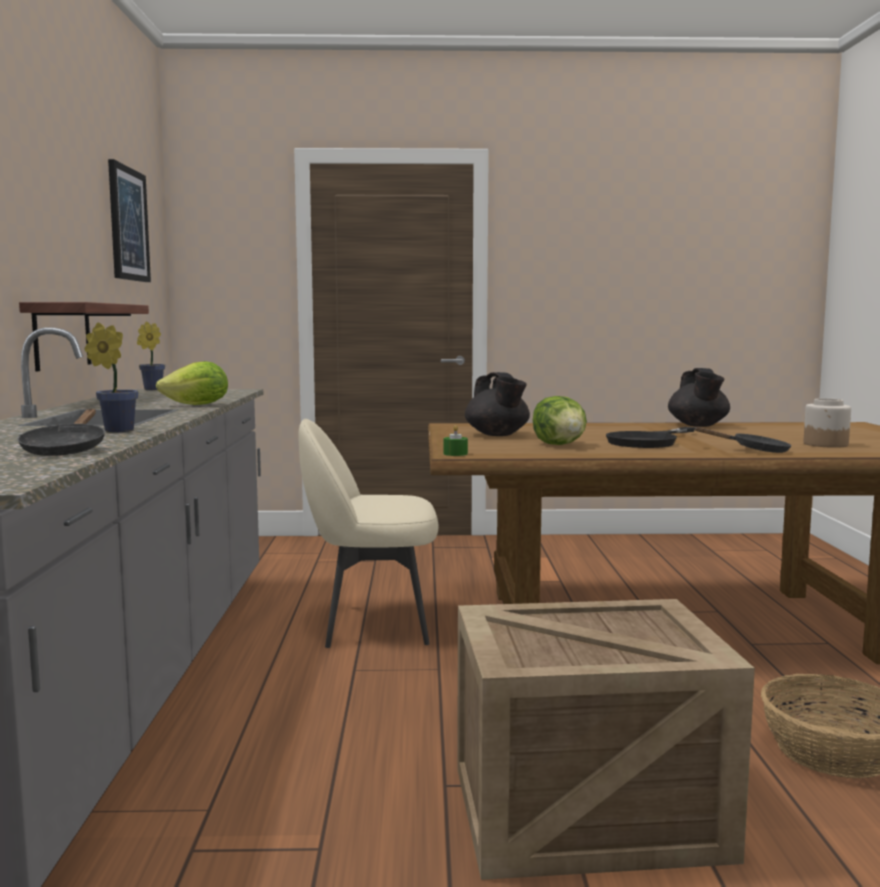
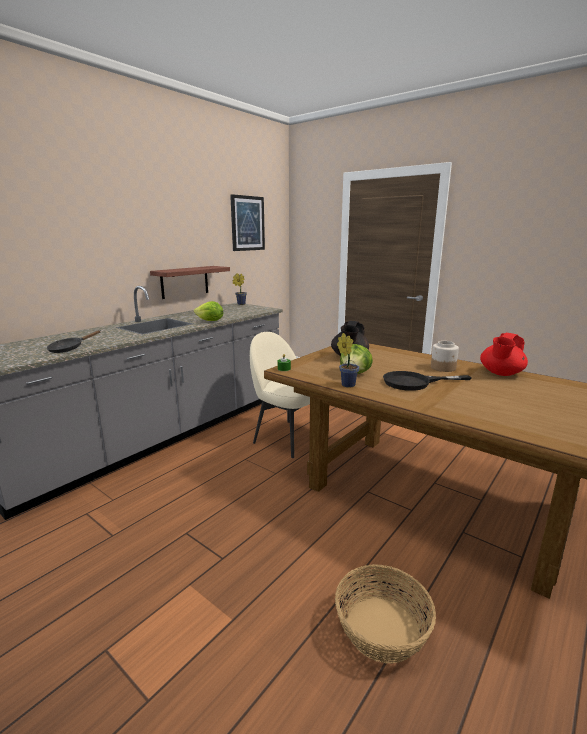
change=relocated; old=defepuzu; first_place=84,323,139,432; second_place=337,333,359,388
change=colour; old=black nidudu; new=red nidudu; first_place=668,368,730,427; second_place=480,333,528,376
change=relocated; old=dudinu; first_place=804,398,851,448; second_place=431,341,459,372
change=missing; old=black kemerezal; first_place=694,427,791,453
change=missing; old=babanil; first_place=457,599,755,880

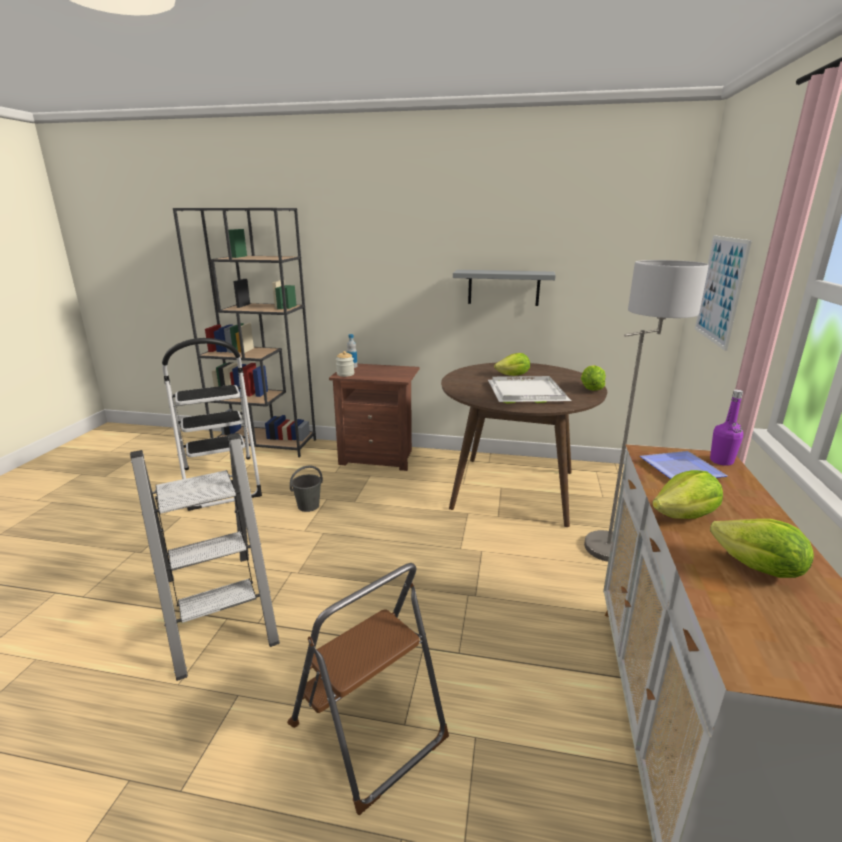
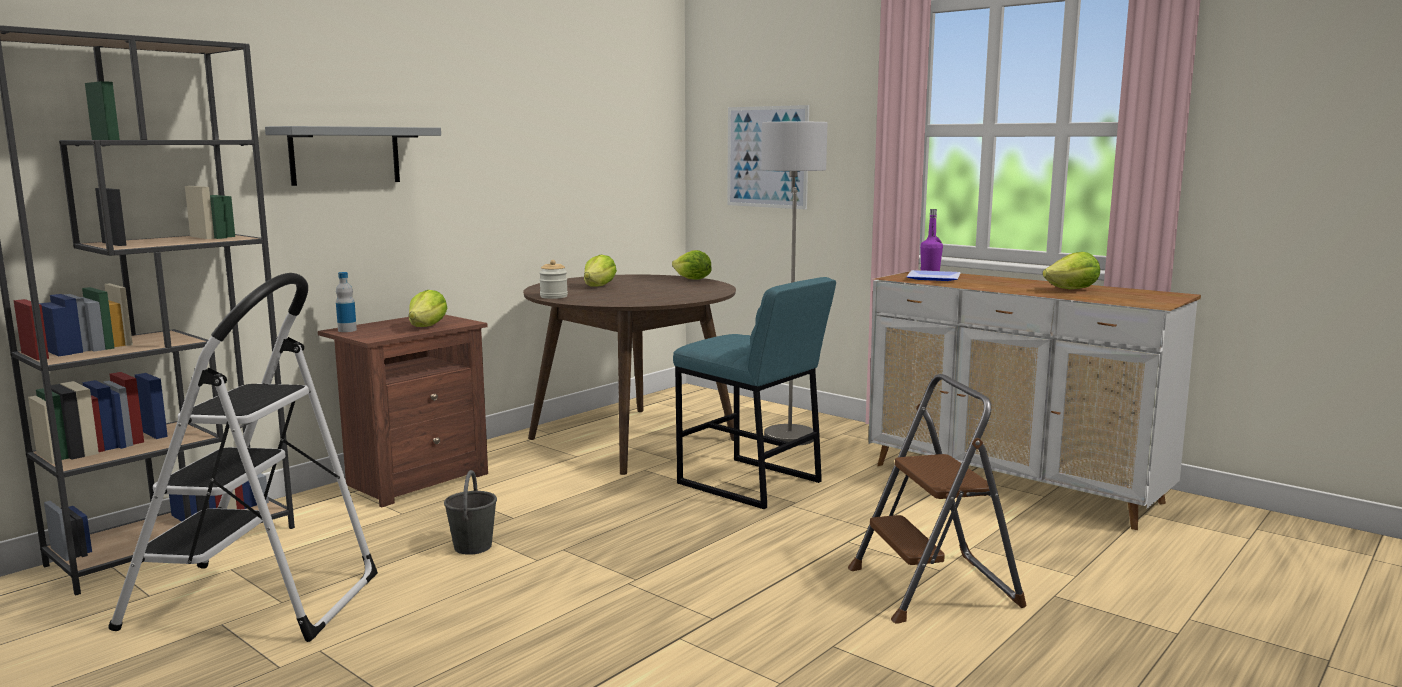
change=relocated; old=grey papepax; first_place=453,270,556,306; second_place=265,126,441,186
change=relocated; old=dudinu; first_place=336,351,354,377; second_place=539,260,568,299
change=missing; old=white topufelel; first_place=488,376,571,404
change=missing; old=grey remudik; first_place=130,433,280,681
change=relocated; old=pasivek; first_place=652,470,723,519; second_place=409,290,448,327
change=appeared; new=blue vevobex; second_place=673,277,836,509

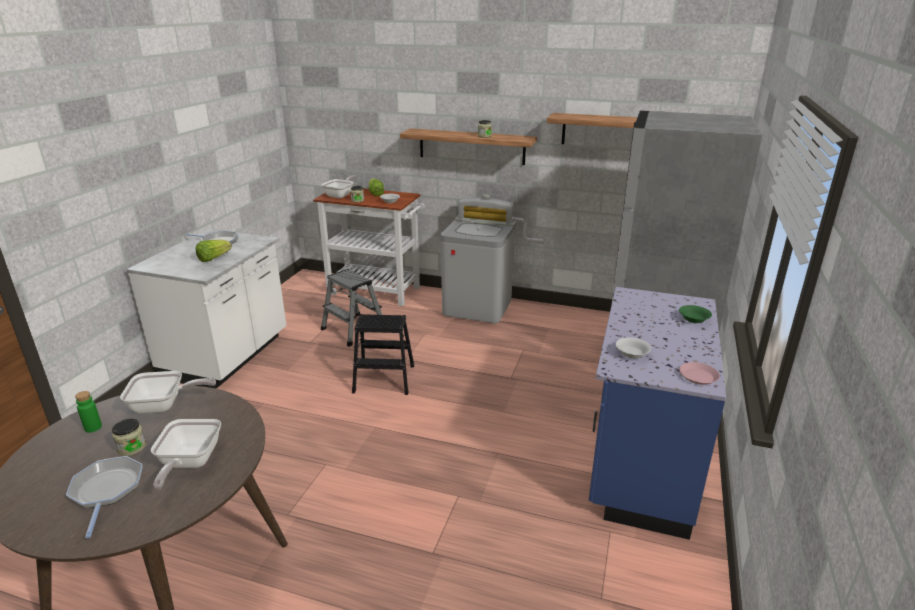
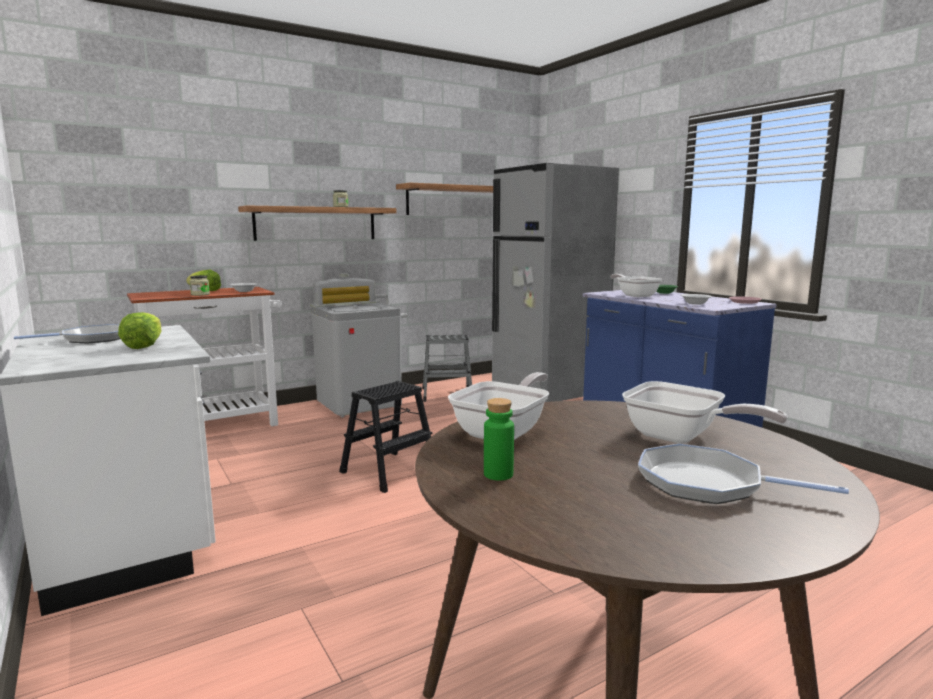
change=relocated; old=kemerezal; first_place=321,175,357,198; second_place=610,274,662,297
change=relocated; old=grey remudik; first_place=321,269,382,347; second_place=422,334,472,402
change=missing; old=dudinu; first_place=112,419,146,456

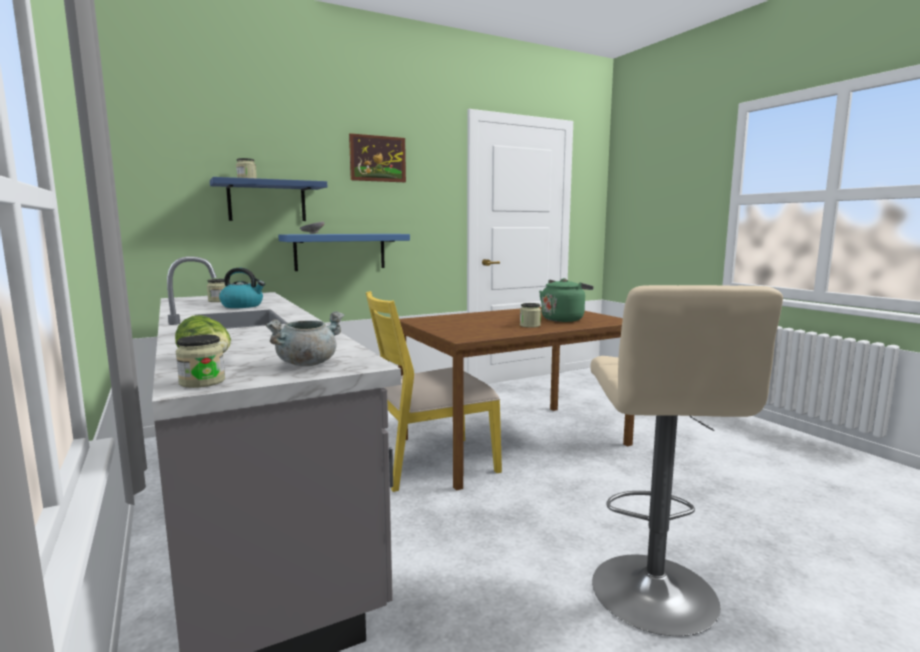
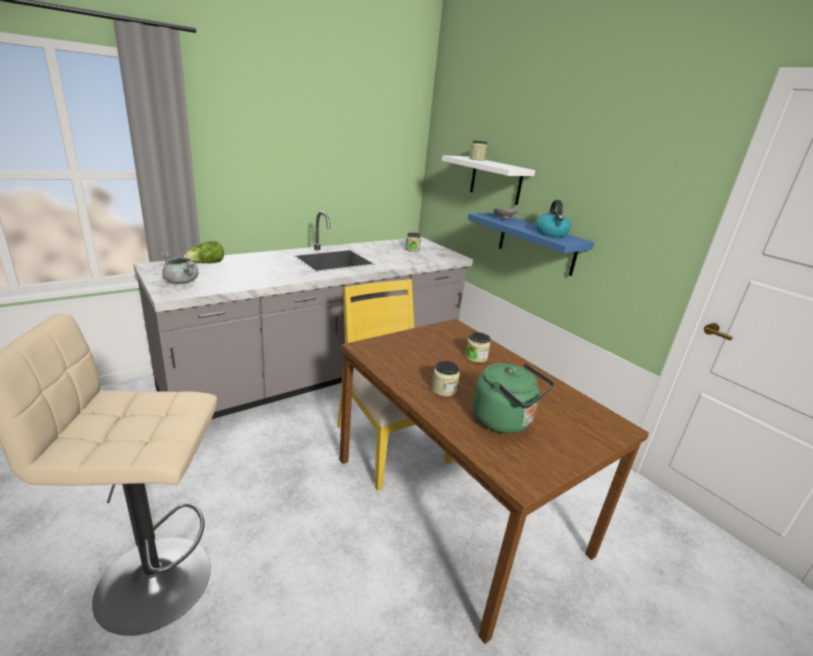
change=missing; old=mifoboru; first_place=349,133,406,182
change=colour; old=blue papepax; new=white papepax; first_place=210,177,327,221; second_place=442,155,535,205
change=relocated; old=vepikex; first_place=219,268,265,308; second_place=535,200,571,237
change=relocated; old=dudinu; first_place=176,335,225,388; second_place=465,332,491,363

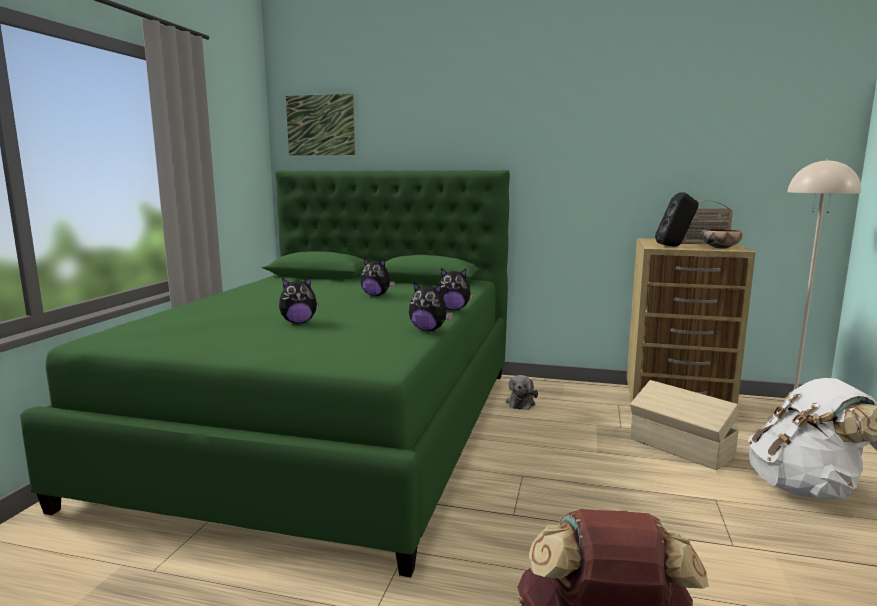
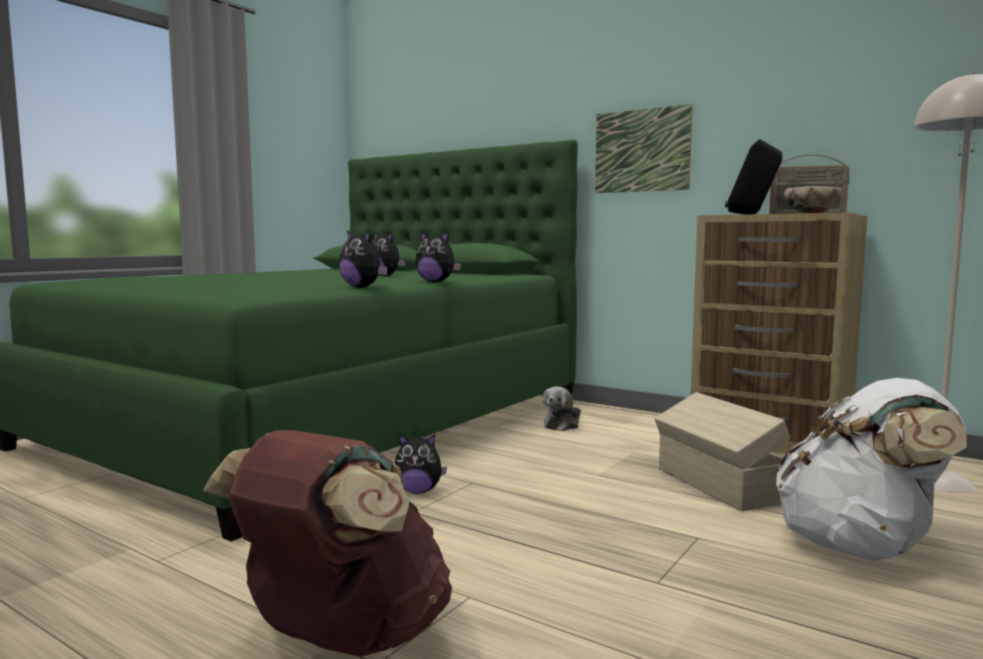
change=relocated; old=mifoboru; first_place=286,94,355,156; second_place=595,104,693,193
change=relocated; old=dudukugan; first_place=279,277,319,323; second_place=395,434,447,494

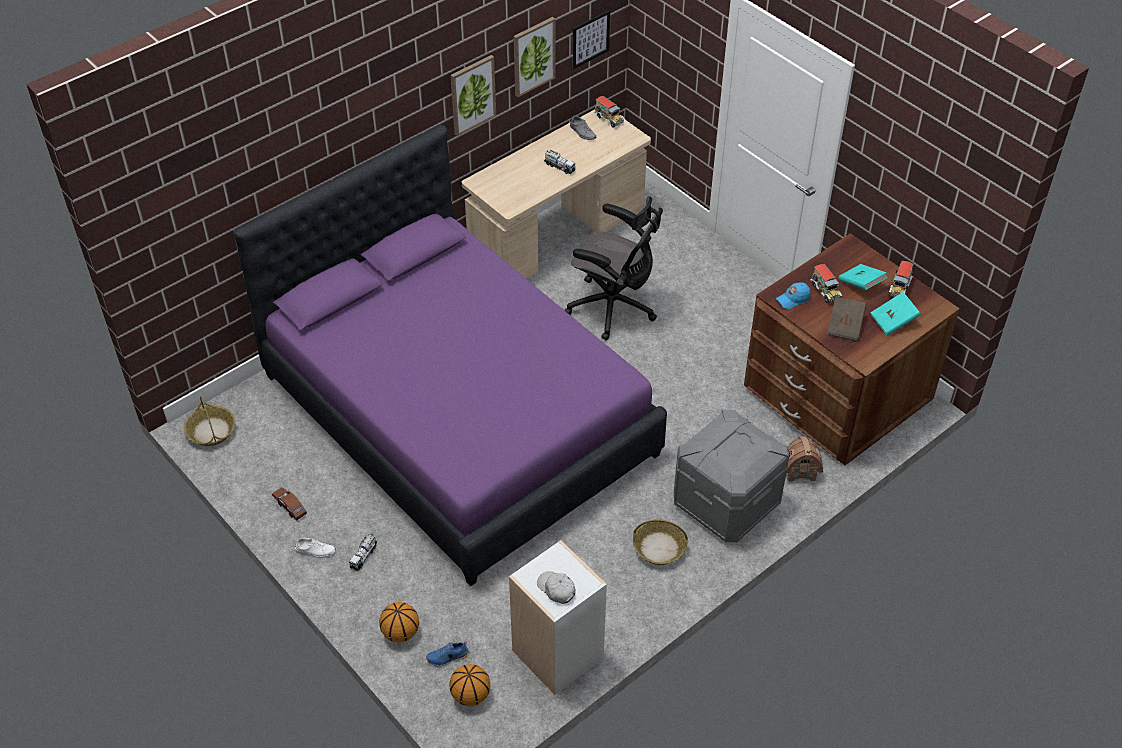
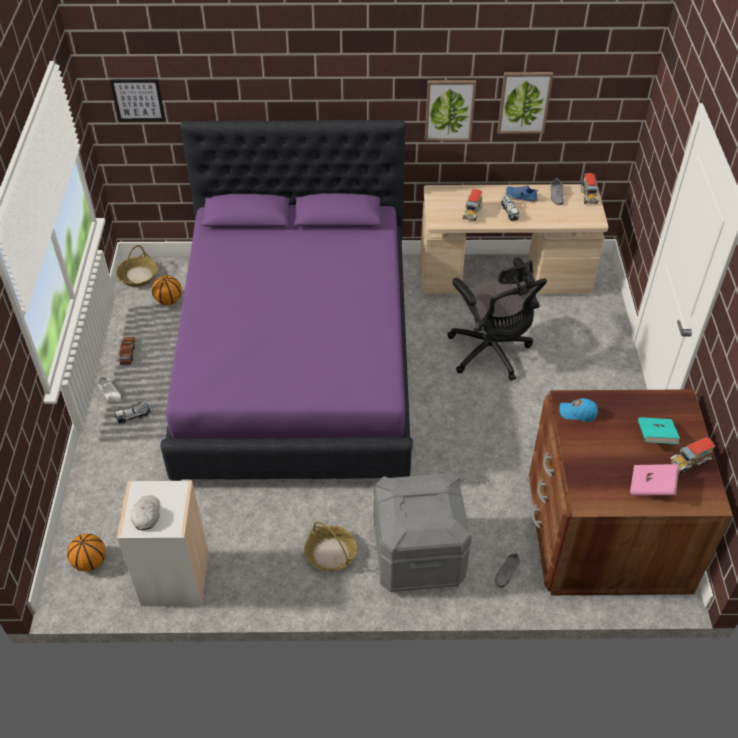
change=relocated; old=mifoboru; first_place=573,10,610,69; second_place=110,79,165,121
change=relocated; old=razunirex; first_place=810,264,842,303; second_place=463,189,483,221
change=colour; old=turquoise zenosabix; new=pink zenosabix; first_place=870,292,921,336; second_place=630,464,679,495
change=missing; old=brown zenosabix; first_place=827,297,866,341
change=exchanged; old=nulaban; new=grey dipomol; first_place=786,436,823,483; second_place=495,553,520,588
change=relocated; old=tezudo; first_place=379,602,419,642; second_place=152,275,182,305
change=relocated; old=blue dipomol; first_place=426,641,469,666; second_place=506,185,538,203

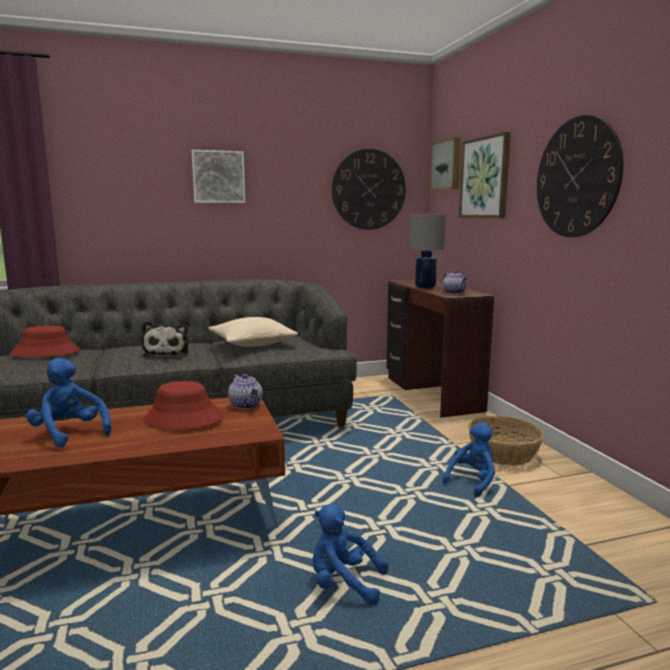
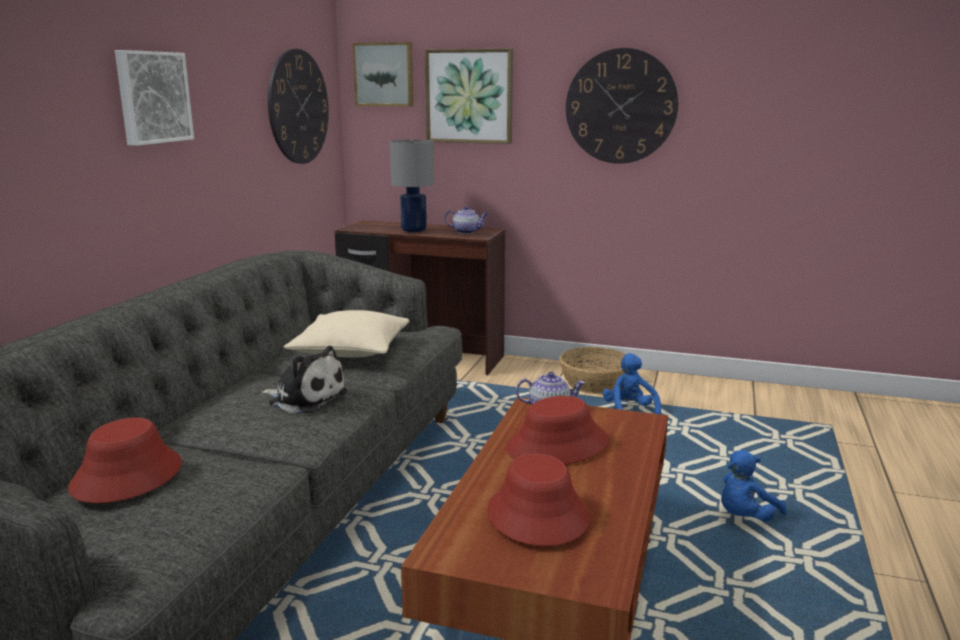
change=exchanged; old=blue dudukugan; new=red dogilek; first_place=26,358,111,448; second_place=487,454,590,546

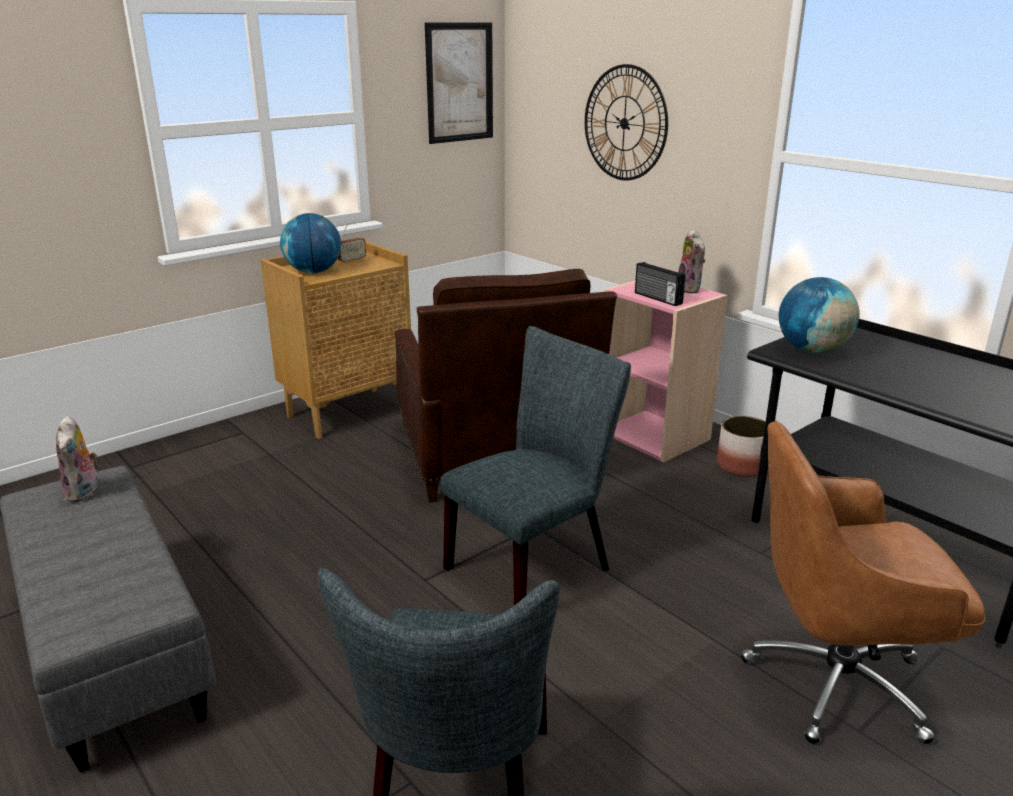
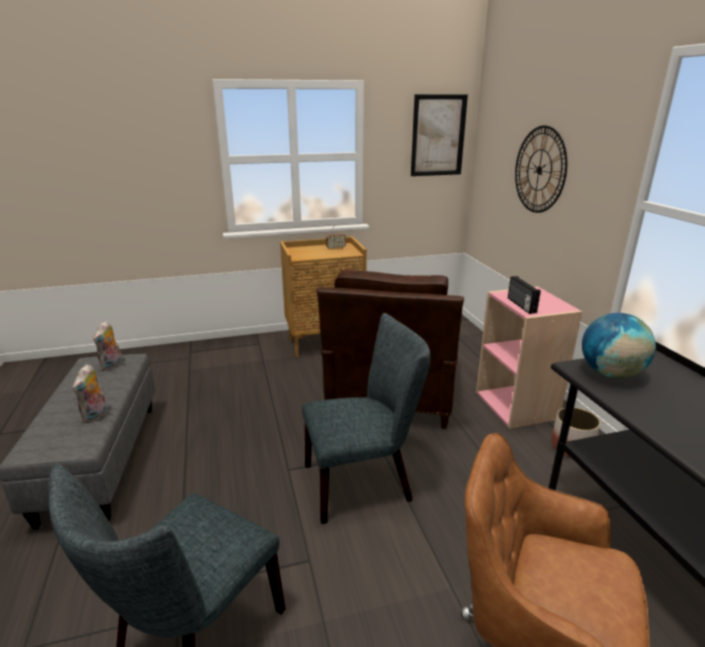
change=missing; old=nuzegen; first_place=280,213,341,273
change=relocated; old=dudukugan; first_place=678,229,705,293; second_place=72,364,108,423

